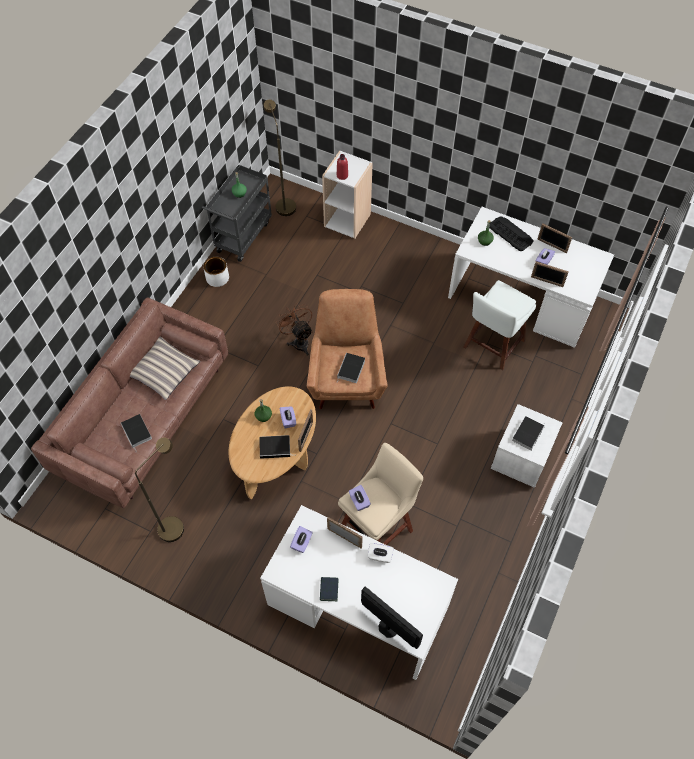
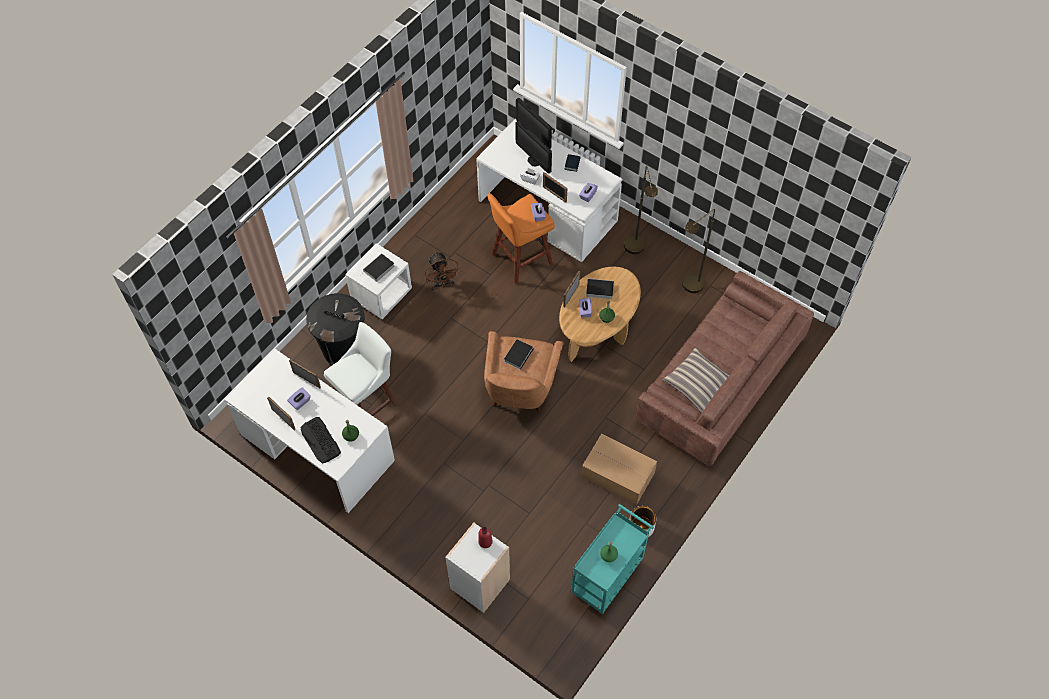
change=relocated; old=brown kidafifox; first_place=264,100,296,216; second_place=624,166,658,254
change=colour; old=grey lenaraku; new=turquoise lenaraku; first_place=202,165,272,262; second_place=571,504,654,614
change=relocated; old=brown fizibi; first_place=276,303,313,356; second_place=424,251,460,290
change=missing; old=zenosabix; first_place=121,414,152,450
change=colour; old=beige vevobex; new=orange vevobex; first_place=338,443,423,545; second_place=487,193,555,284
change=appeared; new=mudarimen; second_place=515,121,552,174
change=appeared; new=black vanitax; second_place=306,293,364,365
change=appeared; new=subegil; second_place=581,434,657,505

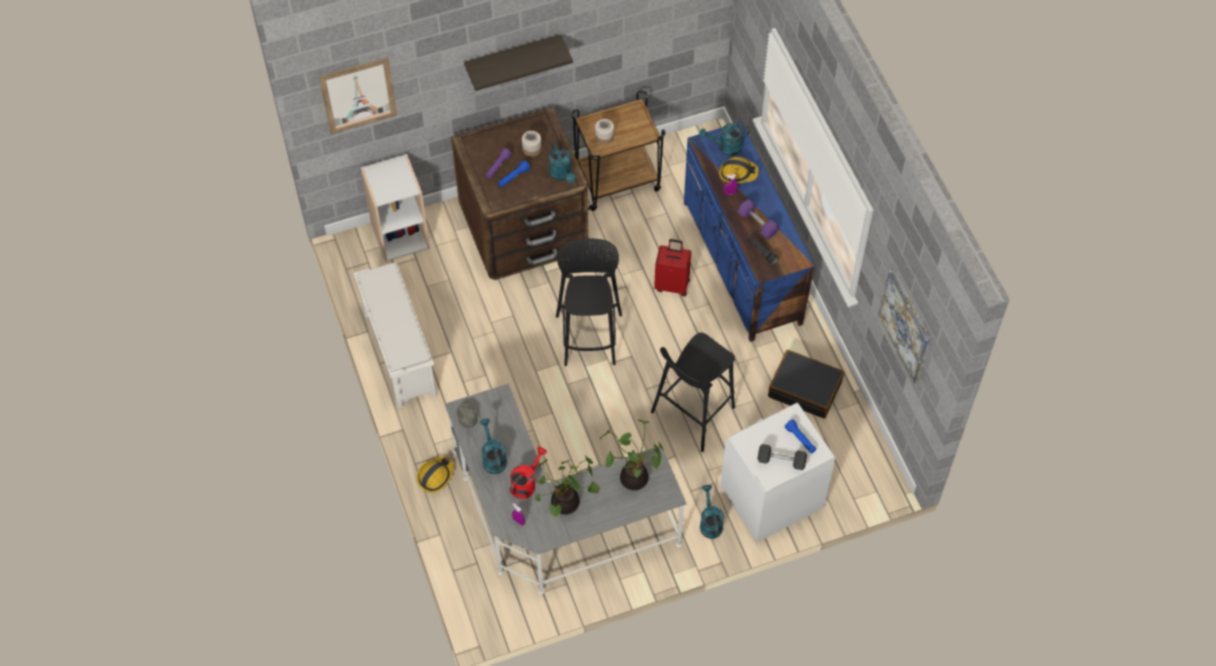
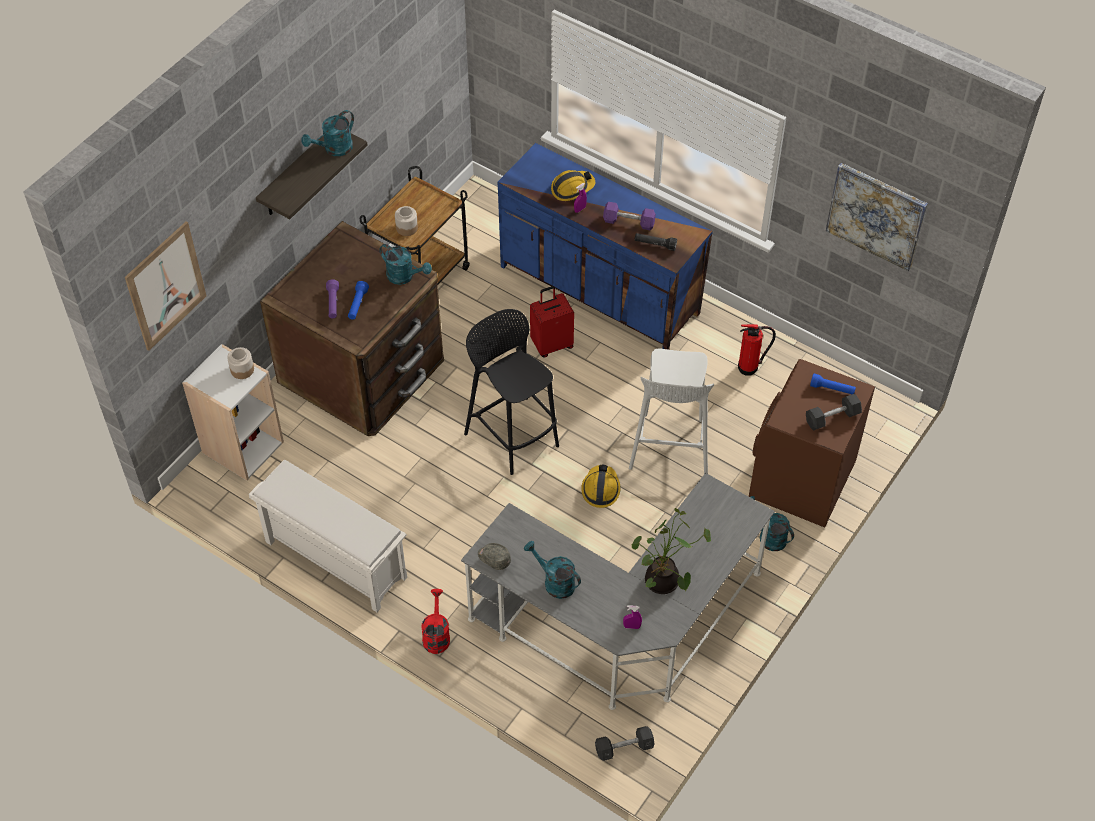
change=relocated; old=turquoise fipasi; first_place=699,123,750,155; second_place=301,110,354,156
change=relocated; old=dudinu; first_place=522,131,542,157; second_place=227,347,254,379
change=colour; old=black vevobex; new=white vevobex; first_place=651,332,735,452; second_place=629,349,714,474
change=exchanged; old=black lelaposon; new=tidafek; first_place=768,350,844,419; second_place=738,324,776,376
change=colour; old=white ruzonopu; new=brown ruzonopu; first_place=720,403,836,542; second_place=749,359,875,527
change=missing; old=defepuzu; first_place=600,420,664,491
change=relocated; old=red fipasi; first_place=510,447,547,499; second_place=421,589,450,654
change=relocated; old=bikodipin; first_place=416,456,454,493; second_place=581,465,621,508
change=appeared; new=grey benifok; second_place=595,726,654,761

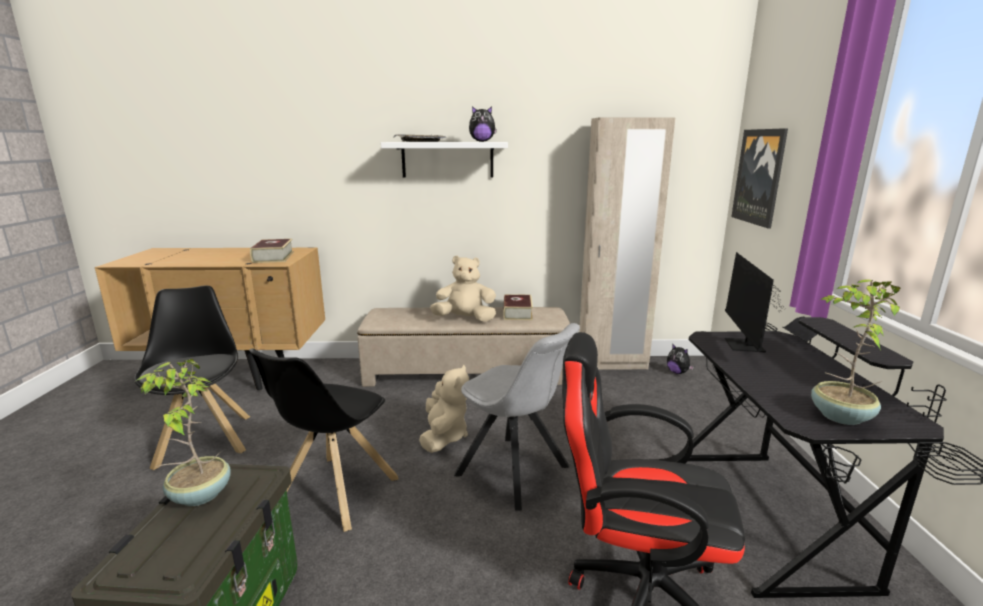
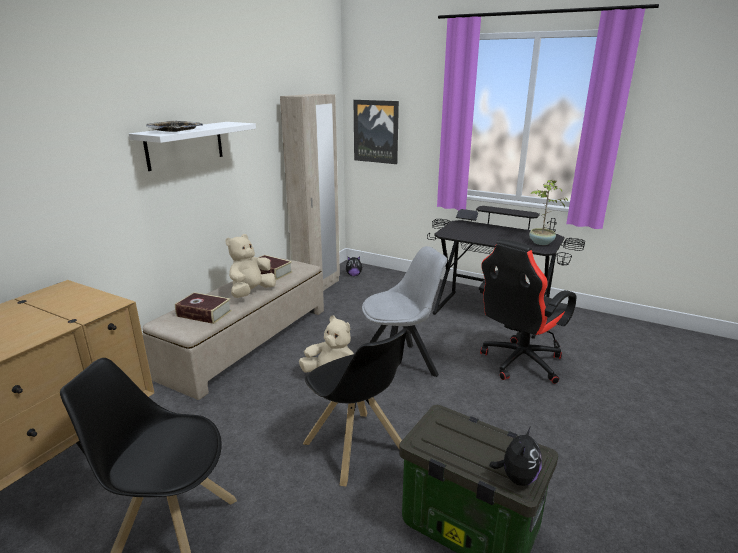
change=relocated; old=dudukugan; first_place=469,106,497,142; second_place=490,426,542,486
change=relocated; old=zenosabix; first_place=250,239,294,263; second_place=175,292,232,324
change=missing; old=mudarimen; first_place=725,252,783,353
change=missing; old=defepuzu; first_place=136,359,231,506

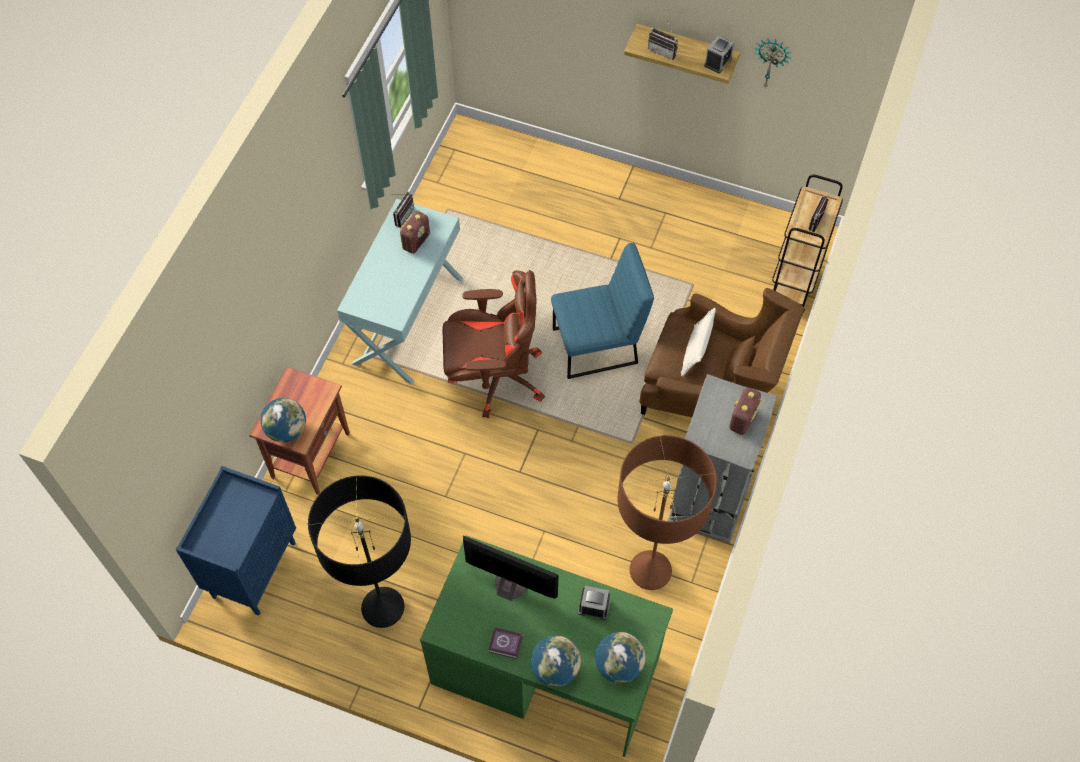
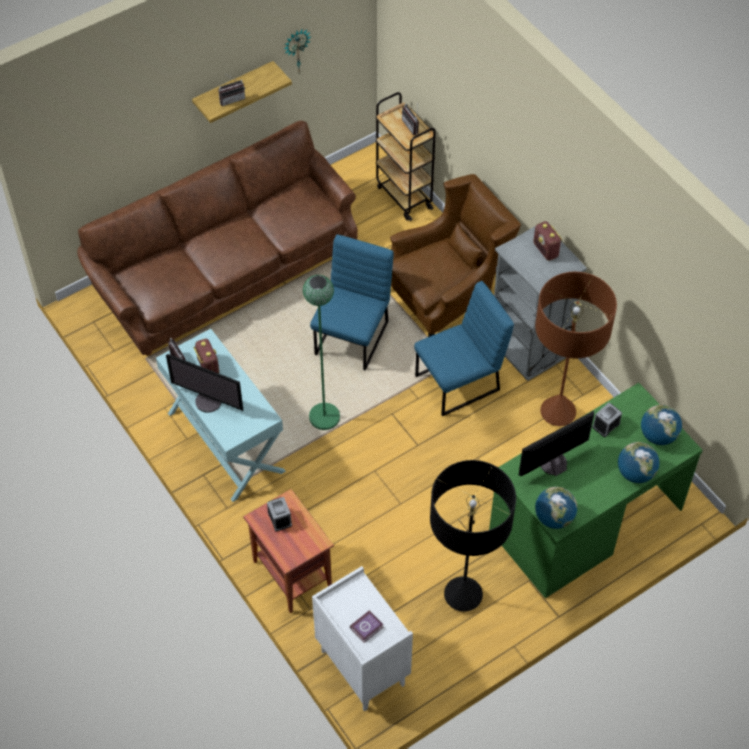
change=relocated; old=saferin; first_place=704,36,734,73; second_place=267,497,292,532
change=exchanged; old=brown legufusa; new=green kidafifox; first_place=443,270,545,418; second_place=303,275,340,430
change=missing; old=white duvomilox; first_place=681,308,716,376
change=relocated; old=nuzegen; first_place=261,398,306,442; second_place=535,487,577,529
change=colour; old=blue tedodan; new=white tedodan; first_place=175,466,296,615; second_place=312,566,413,711
change=relocated; old=zenosabix; first_place=489,627,523,659; second_place=350,610,383,643
change=appeared; new=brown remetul; second_place=77,121,358,355
change=appeared; new=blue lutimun; second_place=414,281,514,416
change=appeared; new=mudarimen; second_place=166,354,243,413

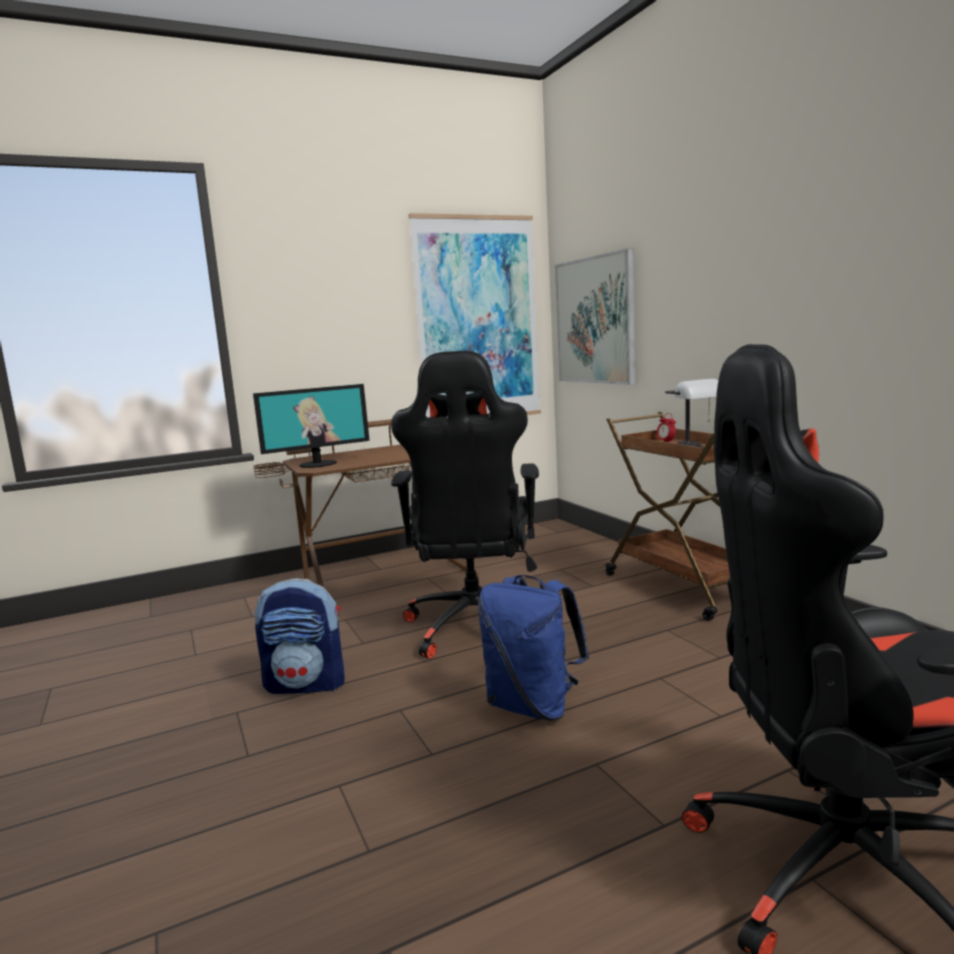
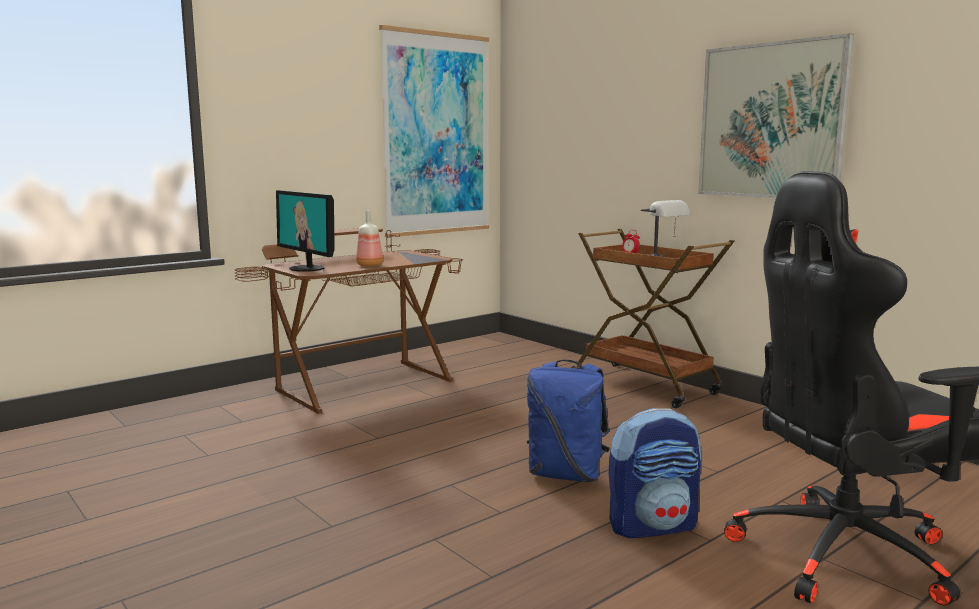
change=relocated; old=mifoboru; first_place=555,248,635,385; second_place=698,33,854,198
change=missing; old=black legufusa; first_place=391,351,539,659
change=spun; old=mudarimen; first_place=253,384,370,468; second_place=276,190,335,272; degrees=90
change=relocated; old=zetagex; first_place=255,578,345,694; second_place=609,408,701,538
change=appeared; new=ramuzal; second_place=356,211,383,267

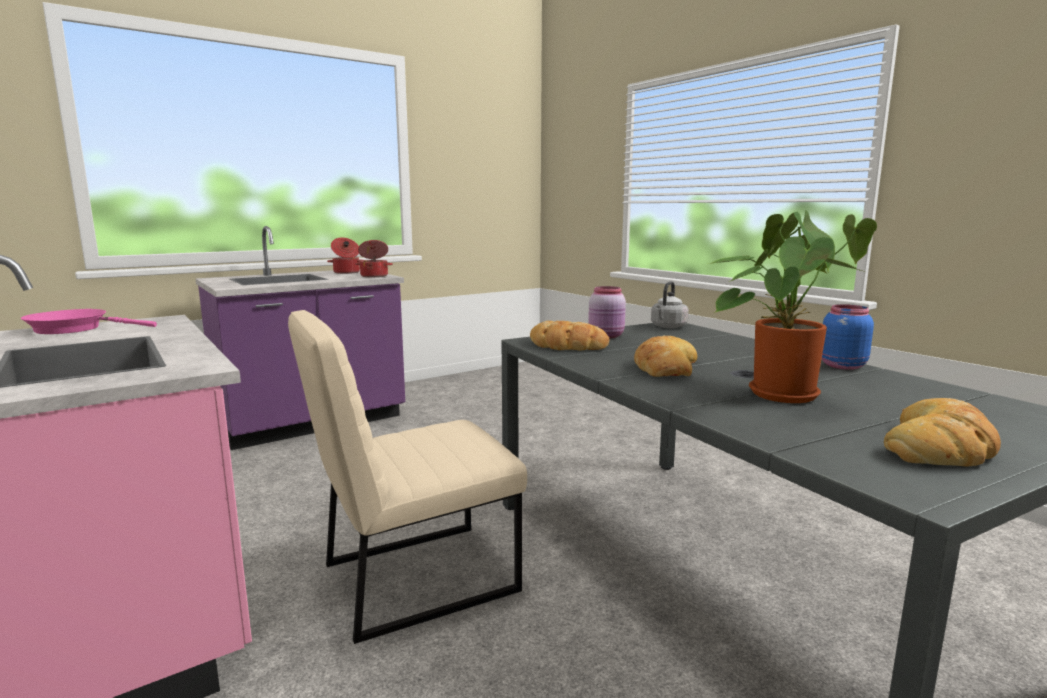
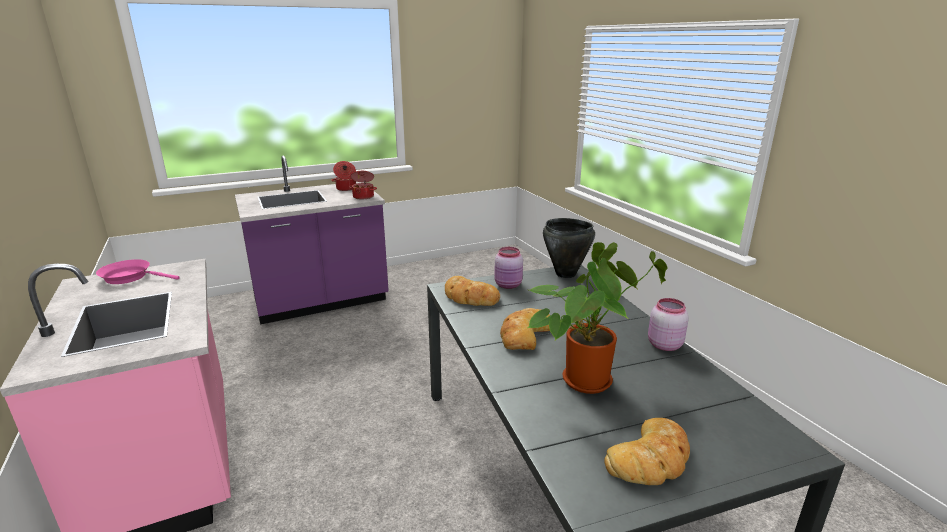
change=exchanged; old=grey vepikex; new=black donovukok; first_place=651,281,689,328; second_place=543,218,595,278
change=colour; old=blue dudinu; new=pink dudinu; first_place=822,304,874,370; second_place=648,298,689,351
change=missing; old=beige lutimun; first_place=288,310,527,644

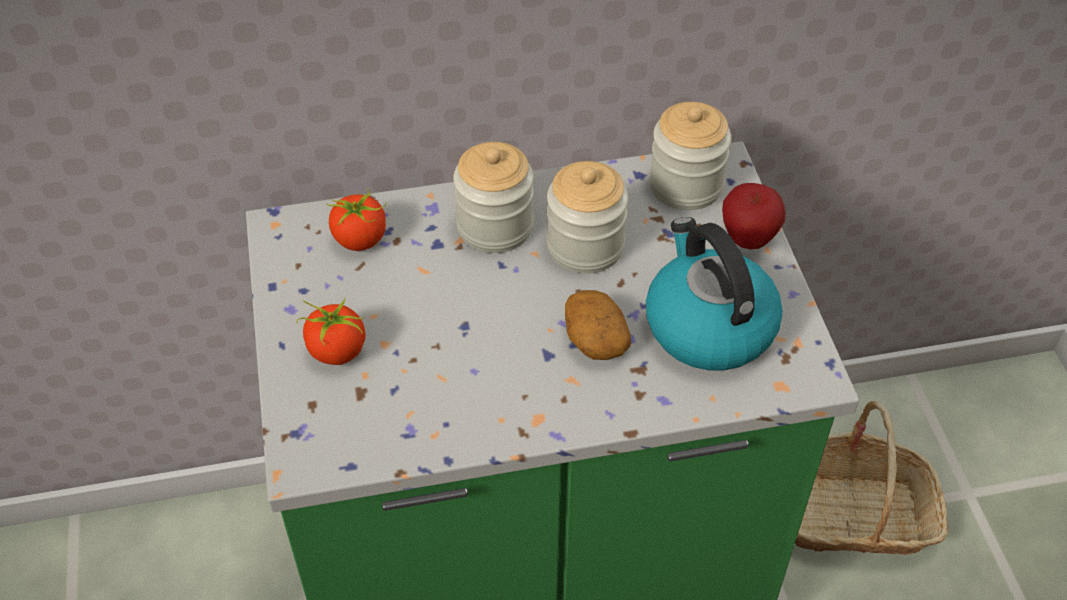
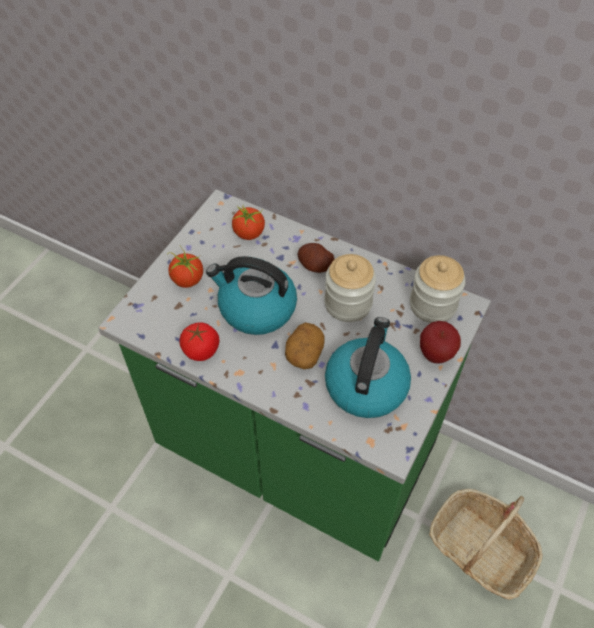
change=exchanged; old=dudinu; new=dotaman; first_place=453,142,534,253; second_place=298,243,335,273
change=appeared; new=vepikex; second_place=206,256,297,335
change=appeared; new=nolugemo; second_place=180,322,220,361

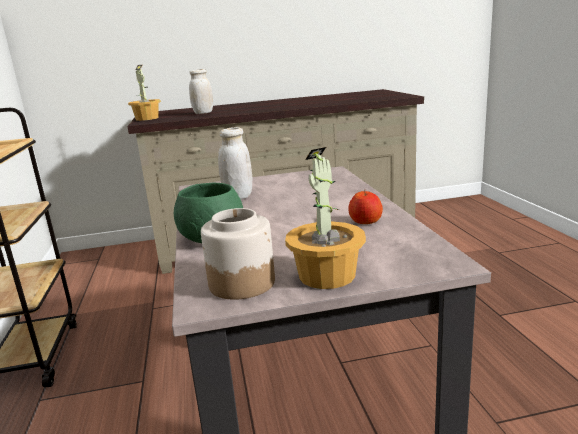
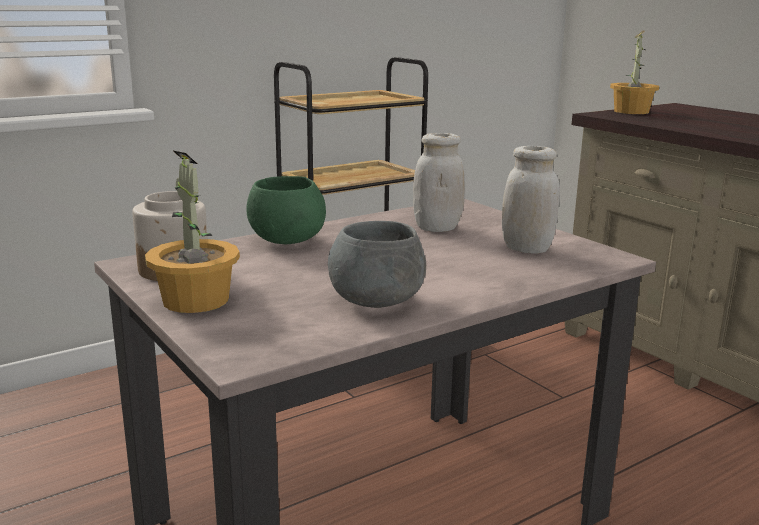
change=relocated; old=white dudinu; first_place=189,69,213,114; second_place=502,146,560,254
change=exchanged; old=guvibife; new=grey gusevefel; first_place=348,190,383,224; second_place=328,221,426,308

